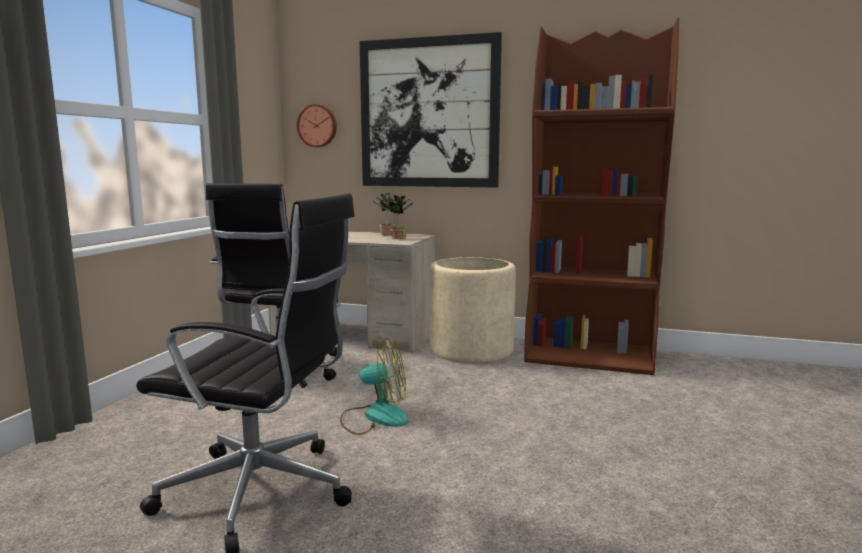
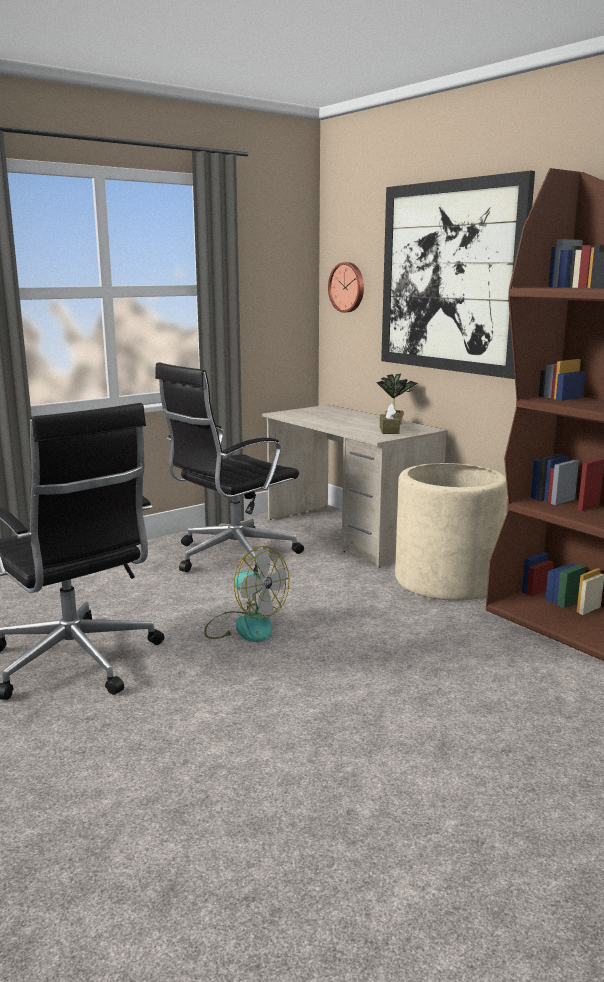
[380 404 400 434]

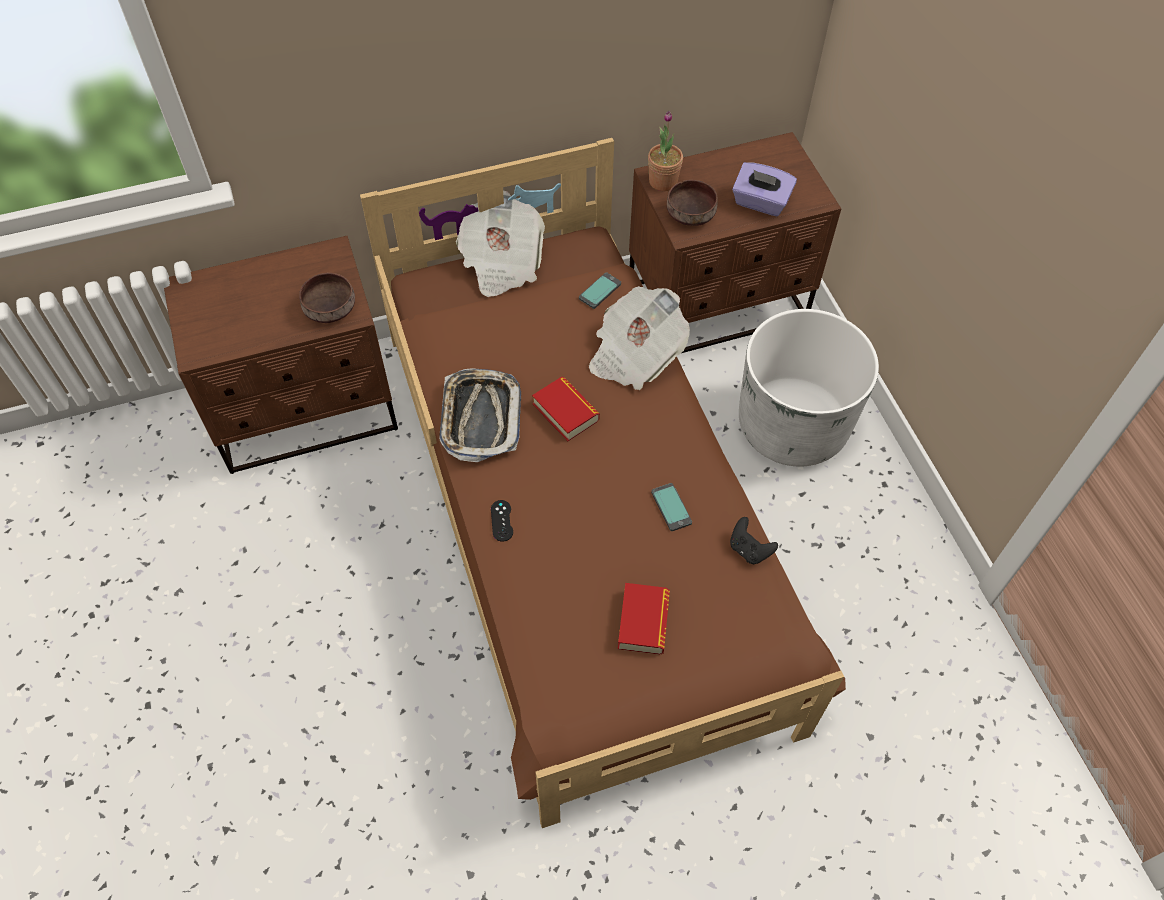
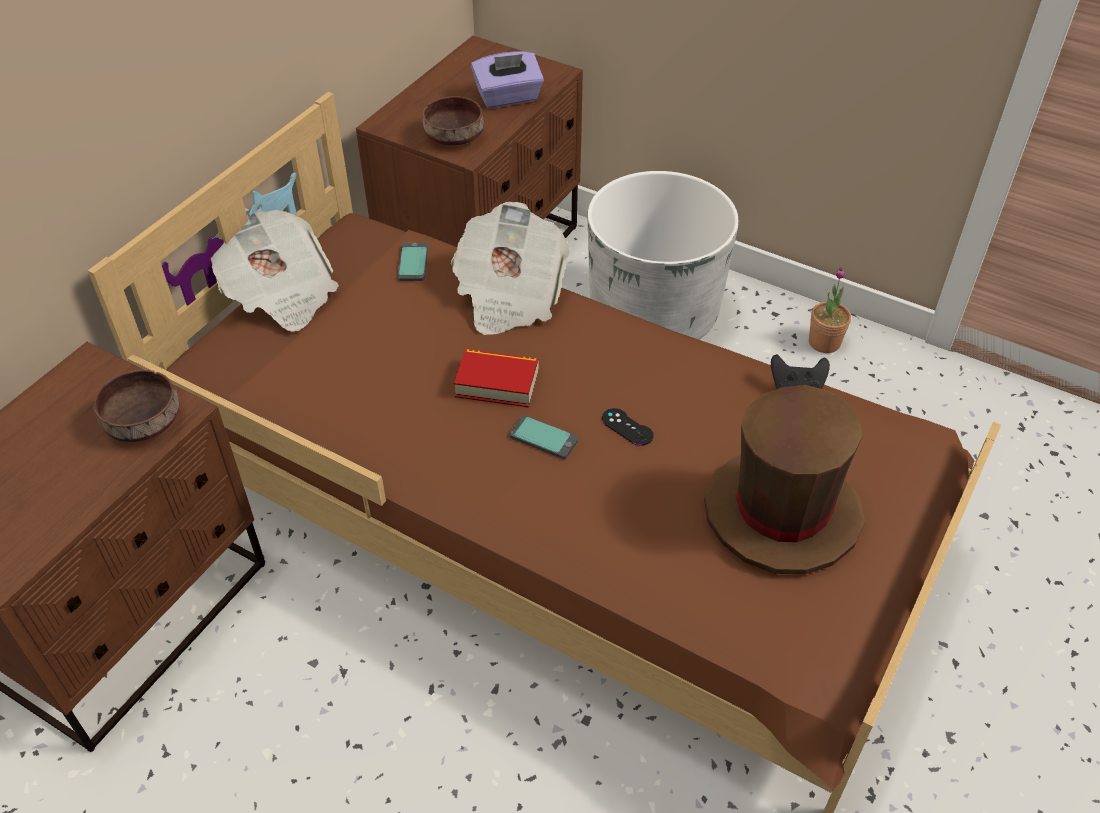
[509 415 578 459]
[602 408 653 446]
[704 385 865 574]
[809 267 851 353]
[439 368 521 462] (first image)

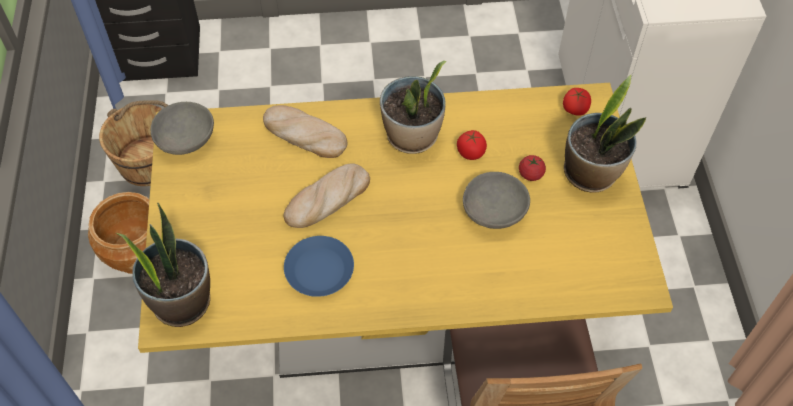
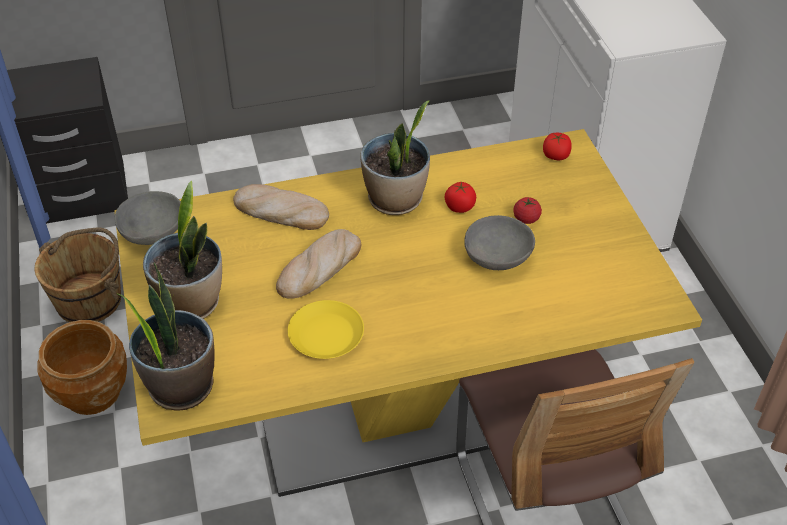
[143 181 222 319]
[288 300 364 359]

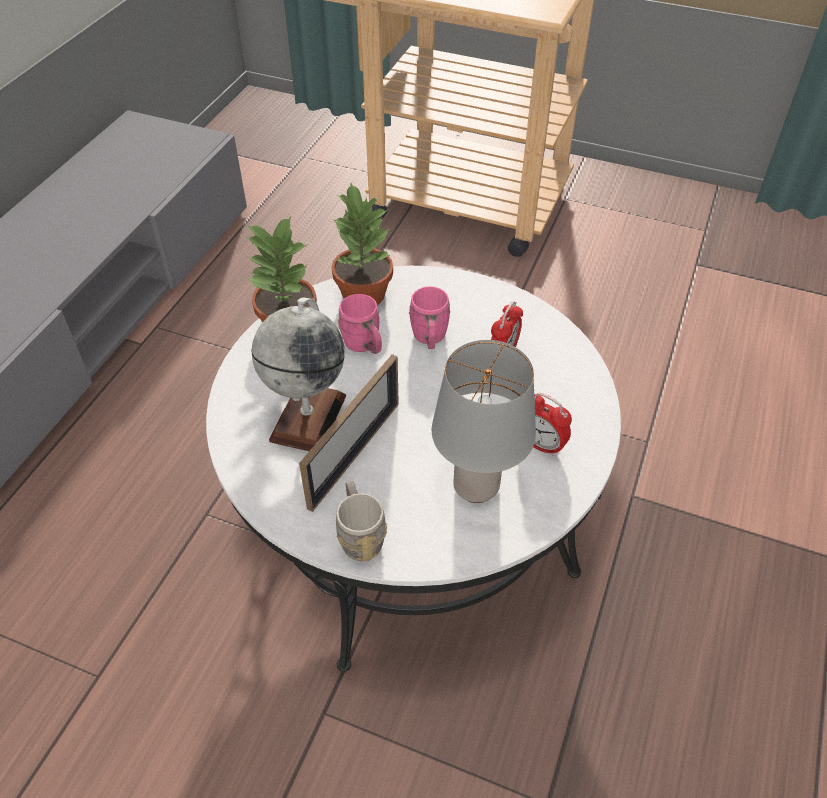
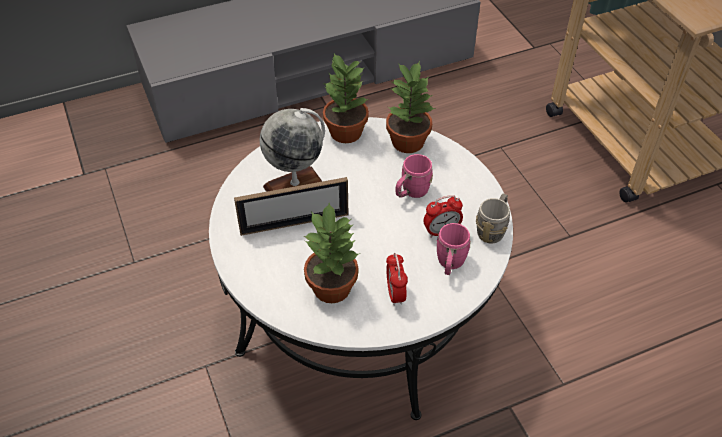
[303 203 360 303]
[437 223 471 275]
[476 194 510 243]

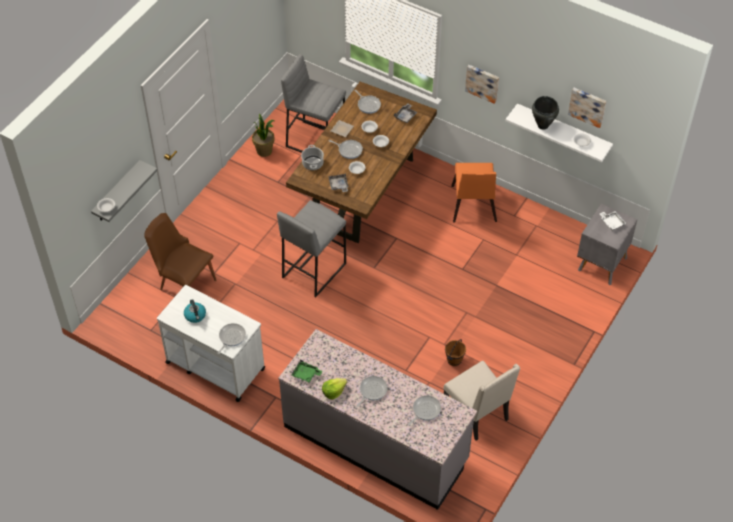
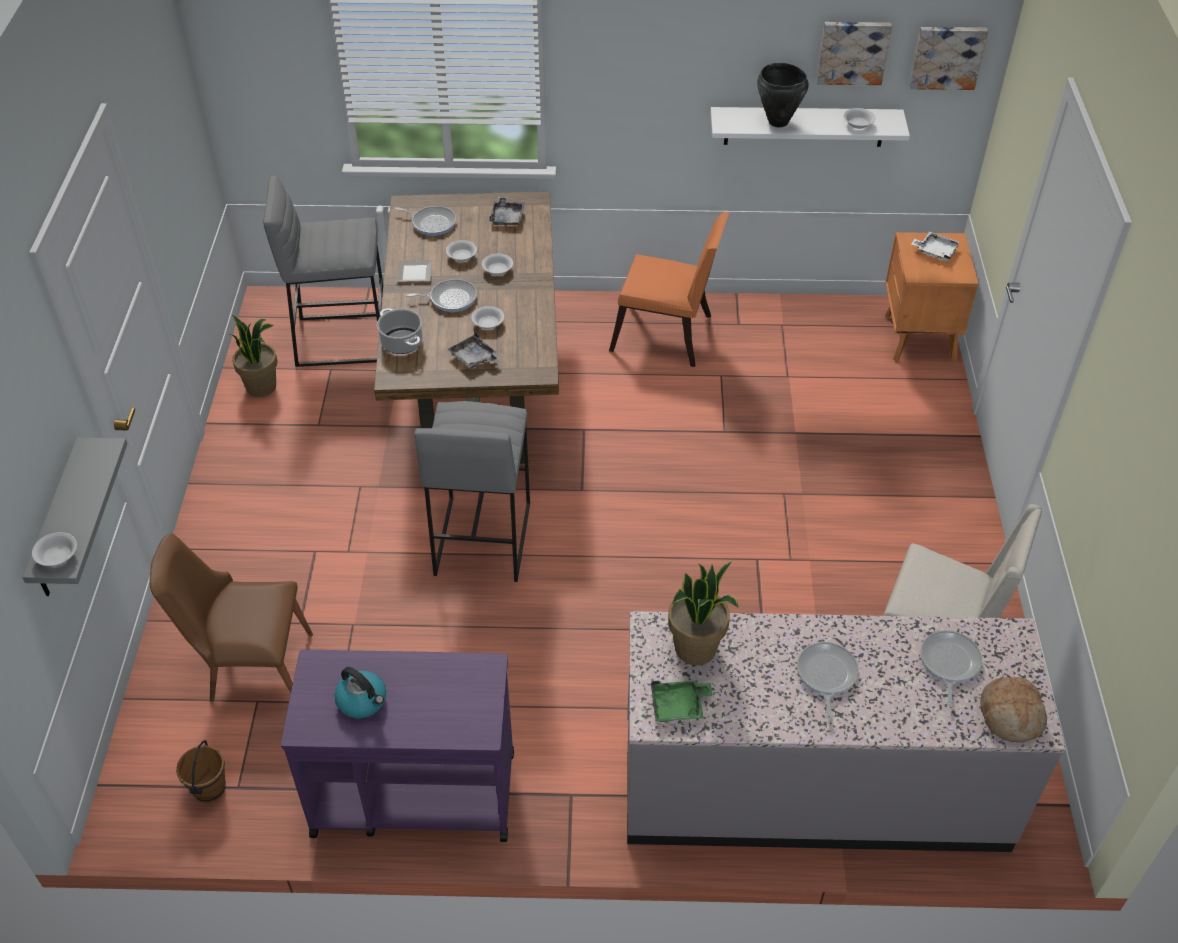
[176 740 226 803]
[281 650 514 842]
[609 212 729 367]
[668 562 738 665]
[885 232 979 363]
[909 27 988 90]
[980 677 1047 743]
[218 323 246 354] (first image)
[322 378 347 400] (first image)

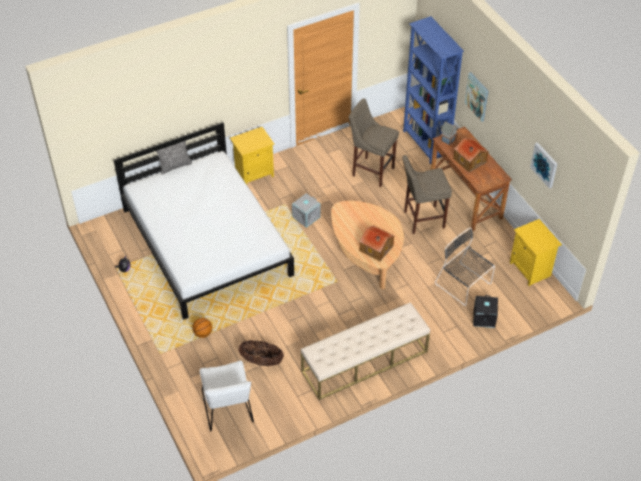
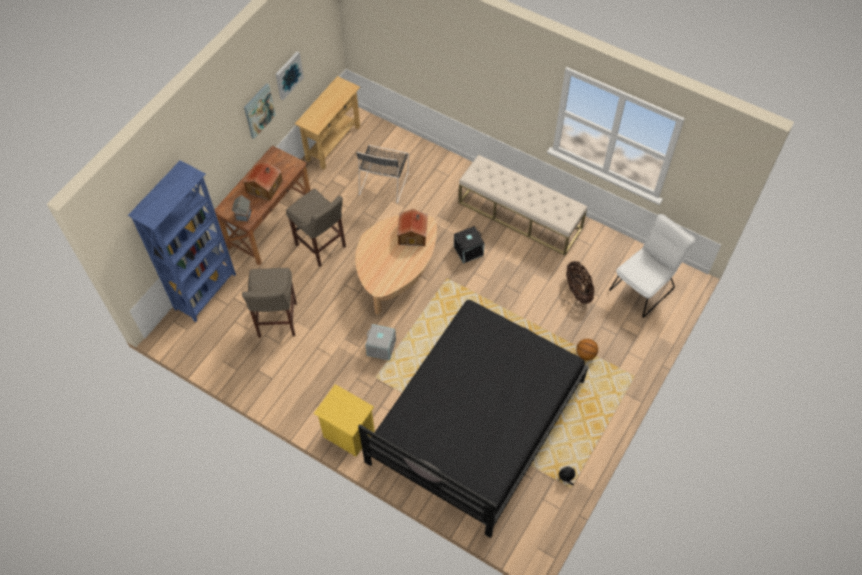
[244 83 276 139]
[295 76 360 170]
[358 300 589 538]
[454 226 484 264]

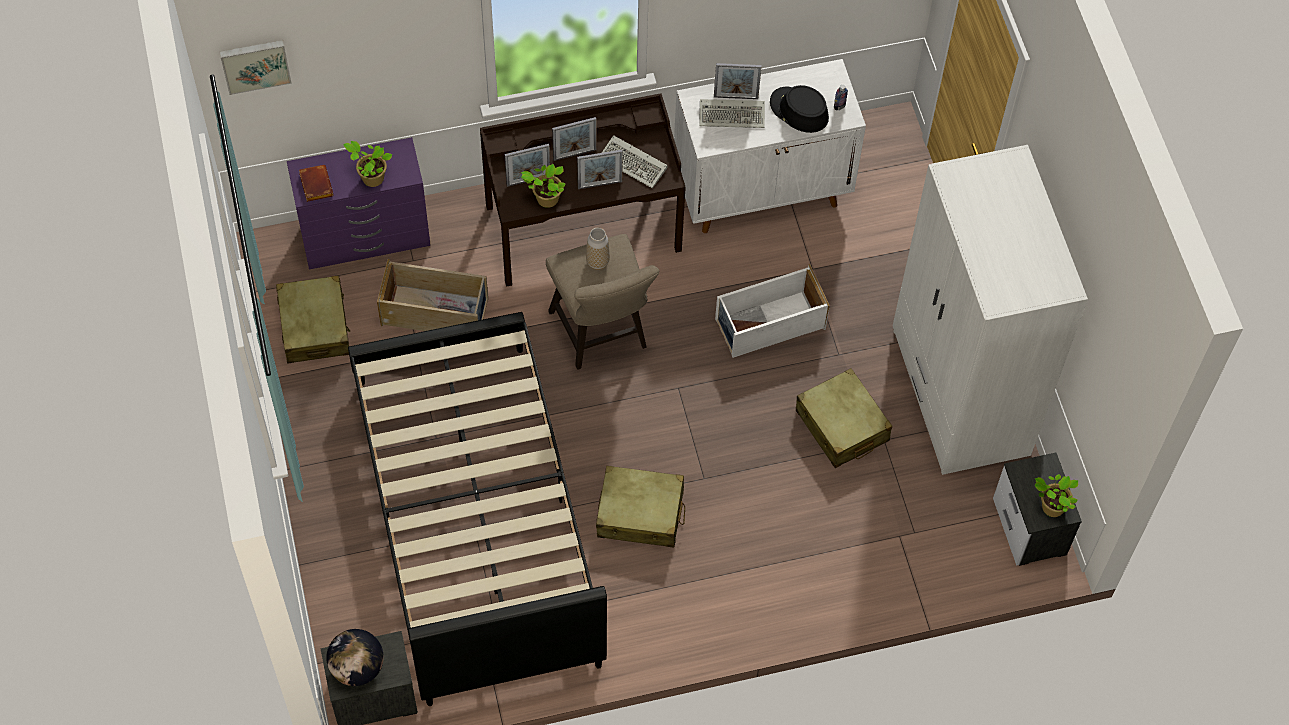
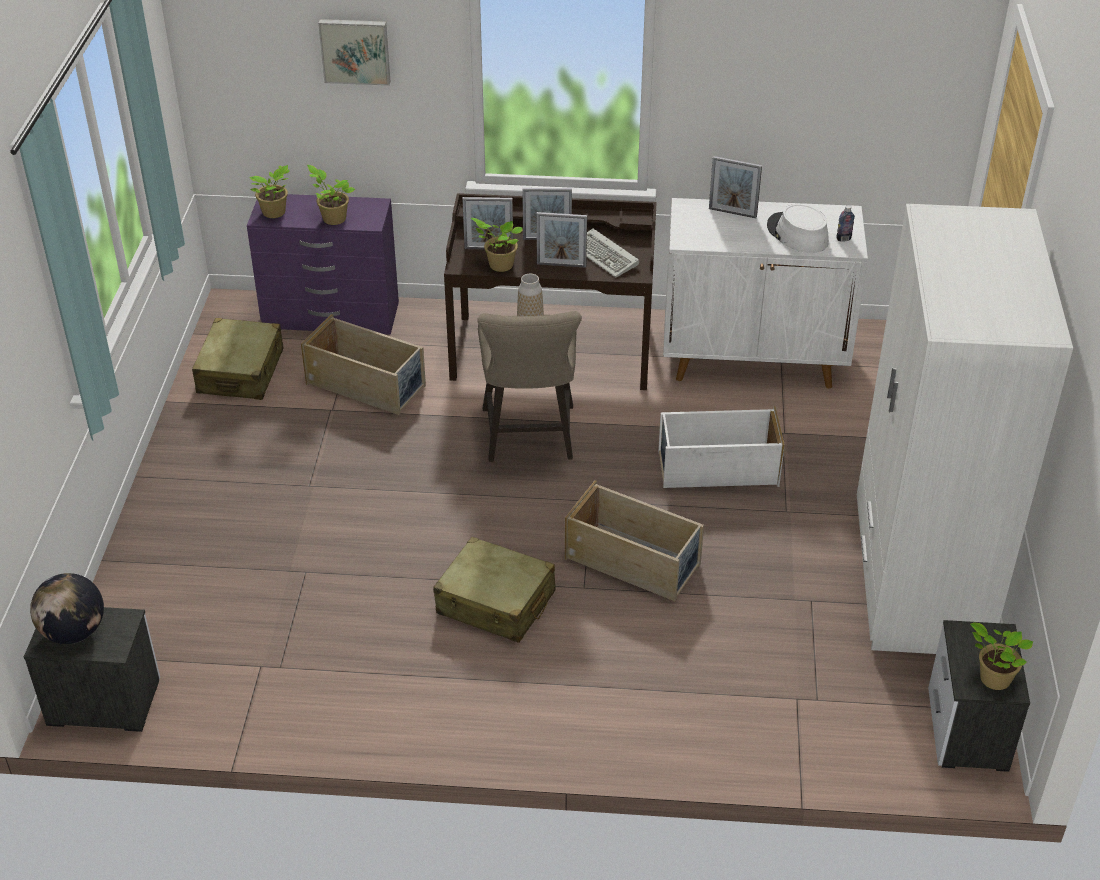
[249 165 290 218]
[318 19 391 86]
[564 480 704 601]
[767 204 829 253]
[348 312 607 706] (first image)
[699 99 765 128] (first image)
[796 368 892 468] (first image)

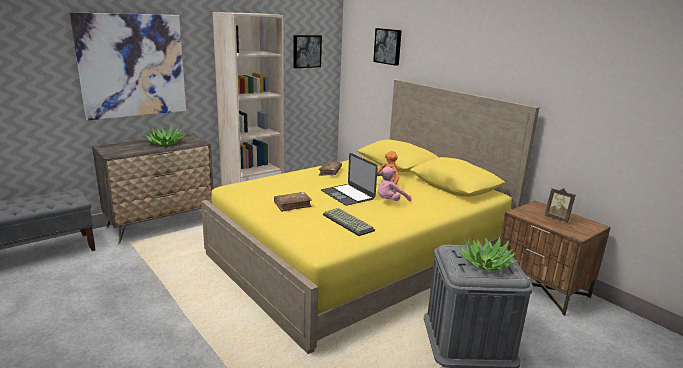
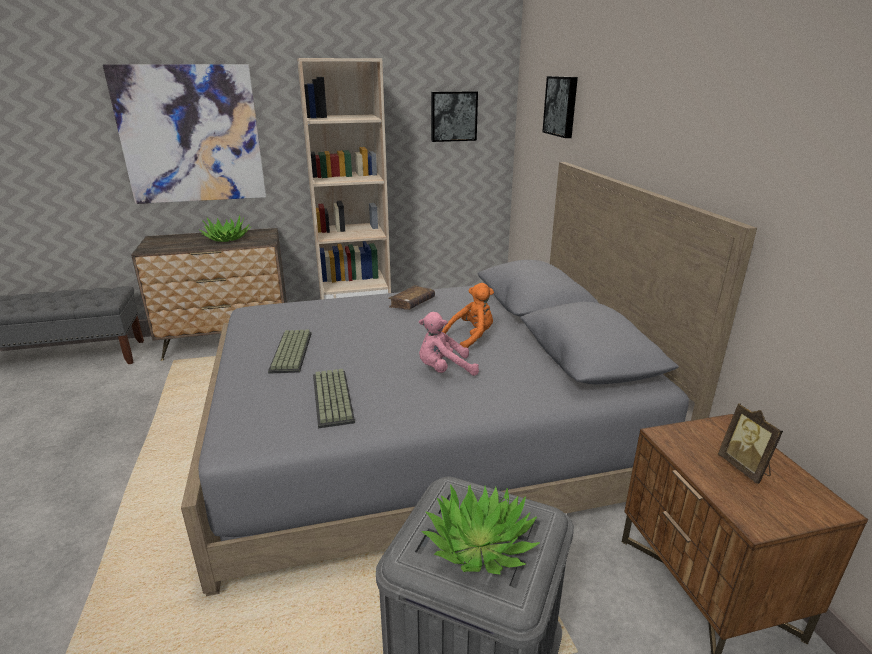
[181 162 757 596]
[268 330 312 374]
[321 153 378 206] (first image)

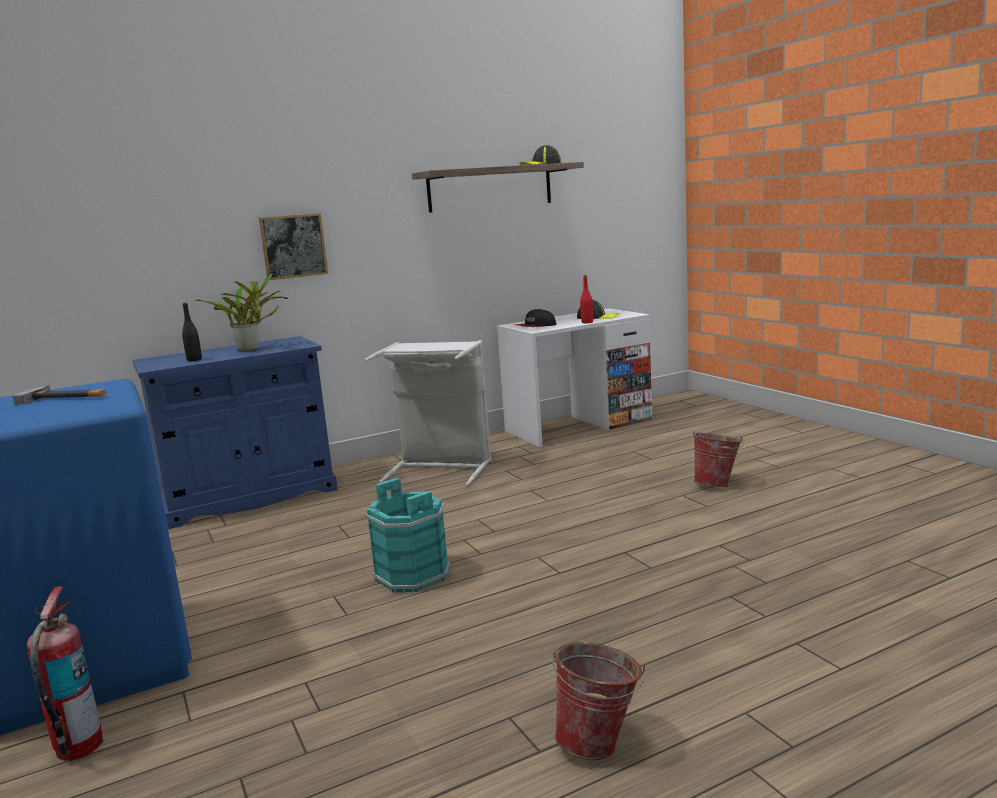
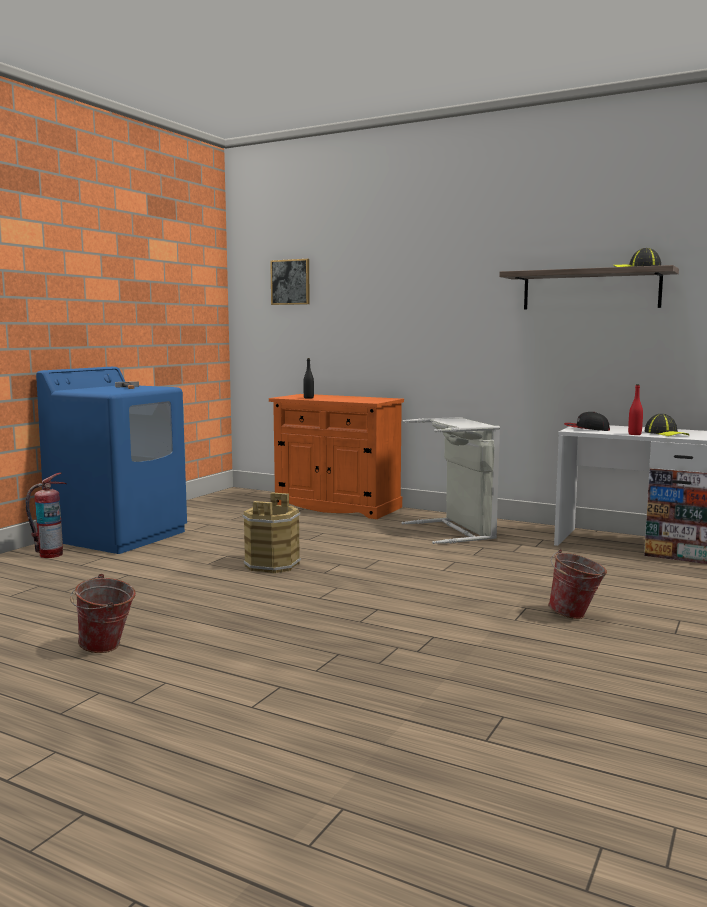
[242 492 301 573]
[269 394 404 519]
[270 259 310 305]
[196 273 288 352] (first image)

